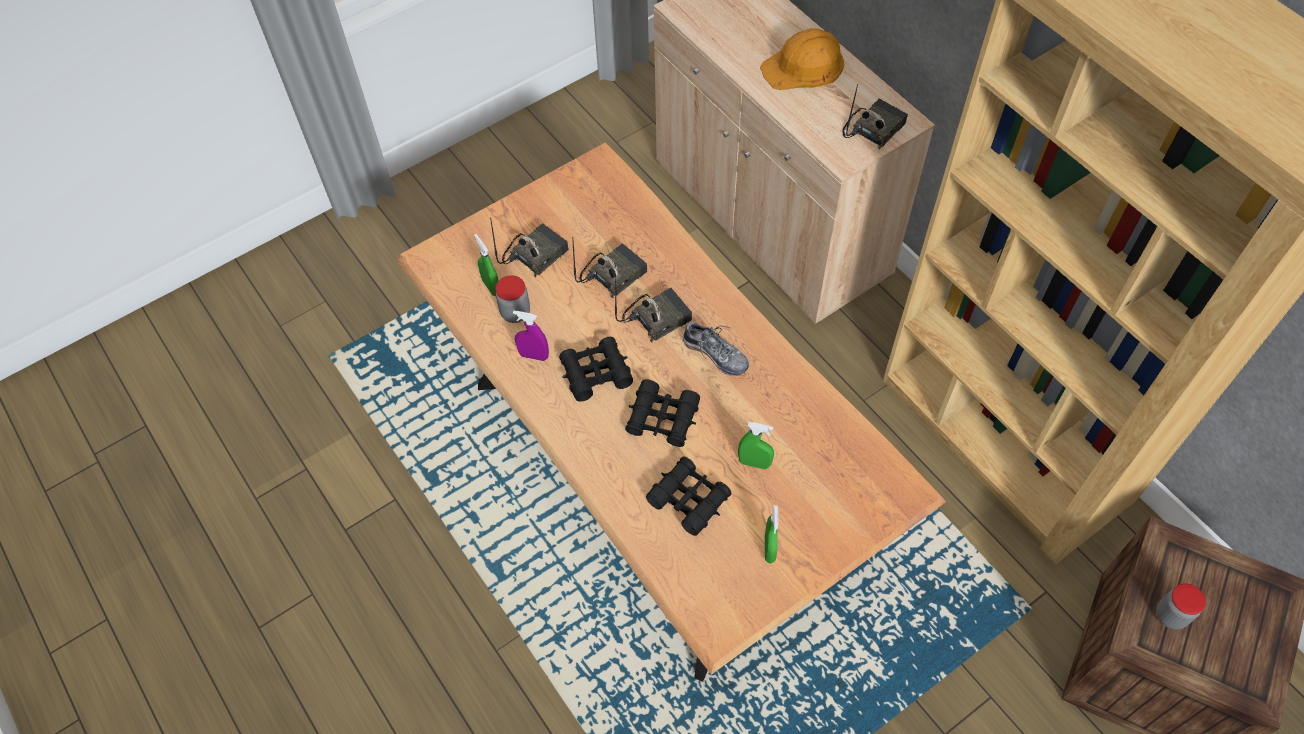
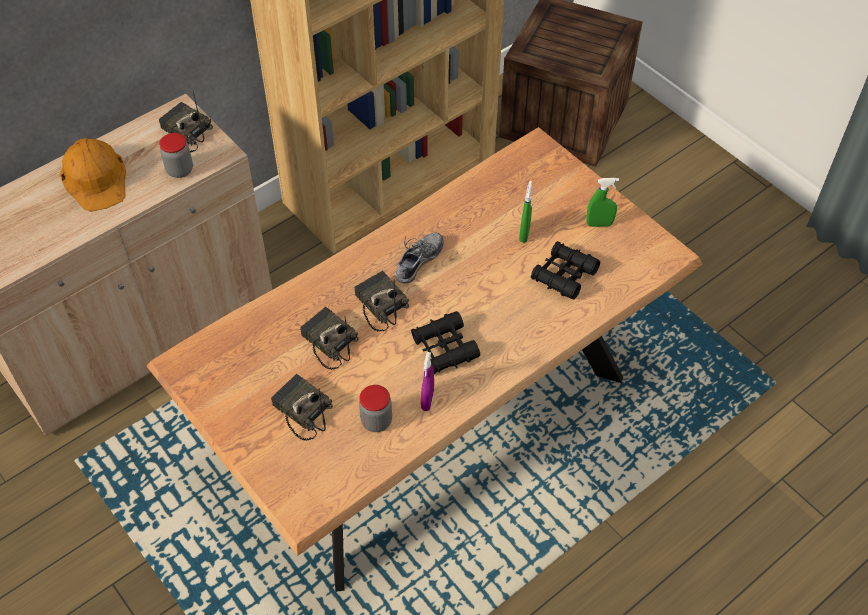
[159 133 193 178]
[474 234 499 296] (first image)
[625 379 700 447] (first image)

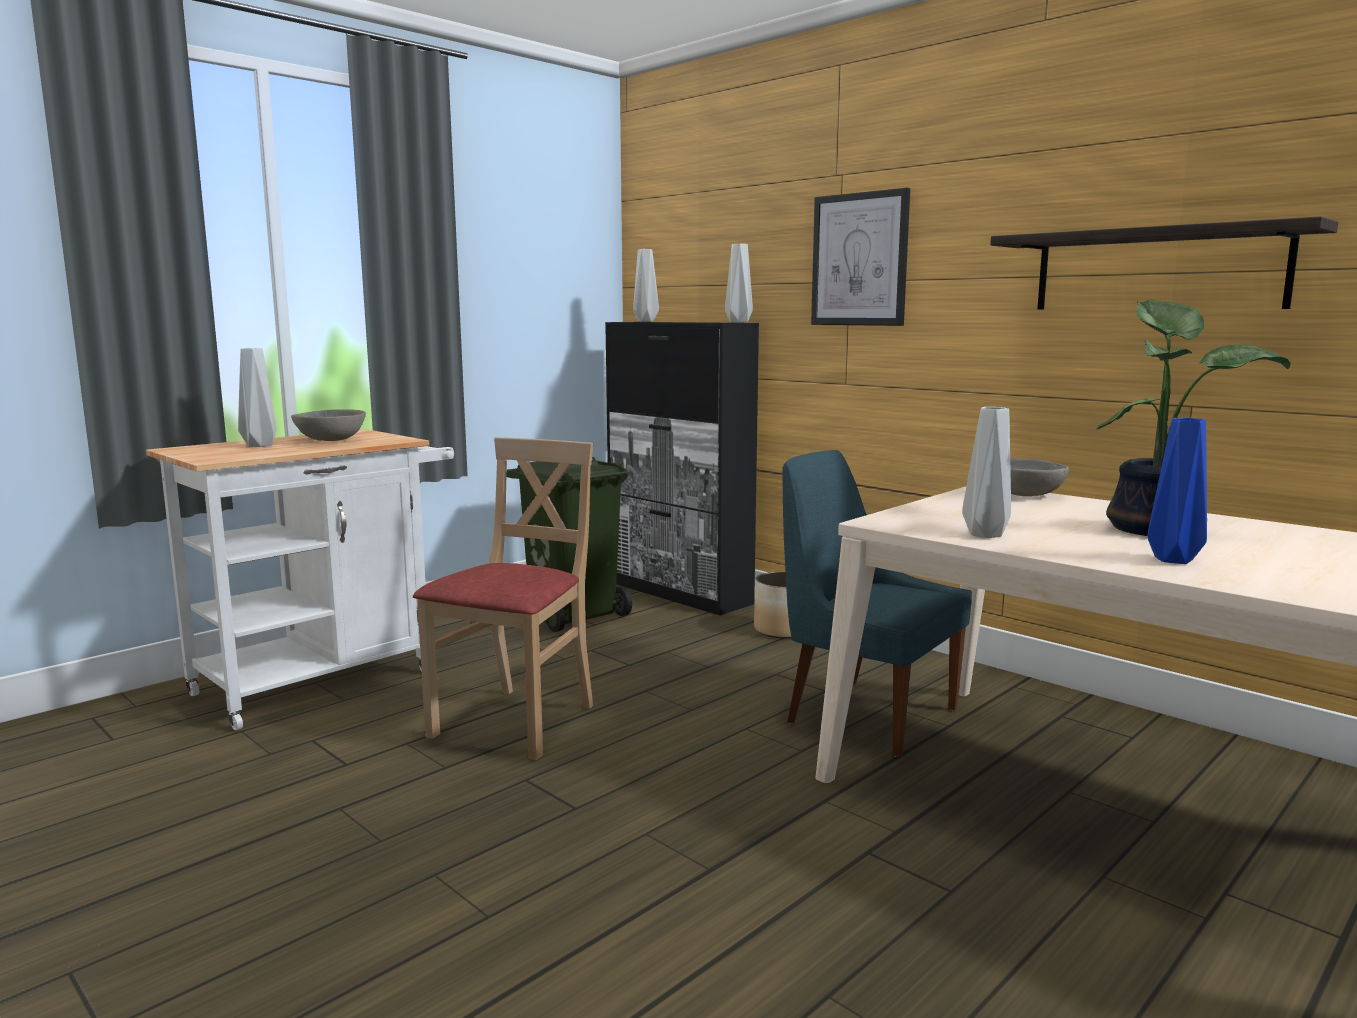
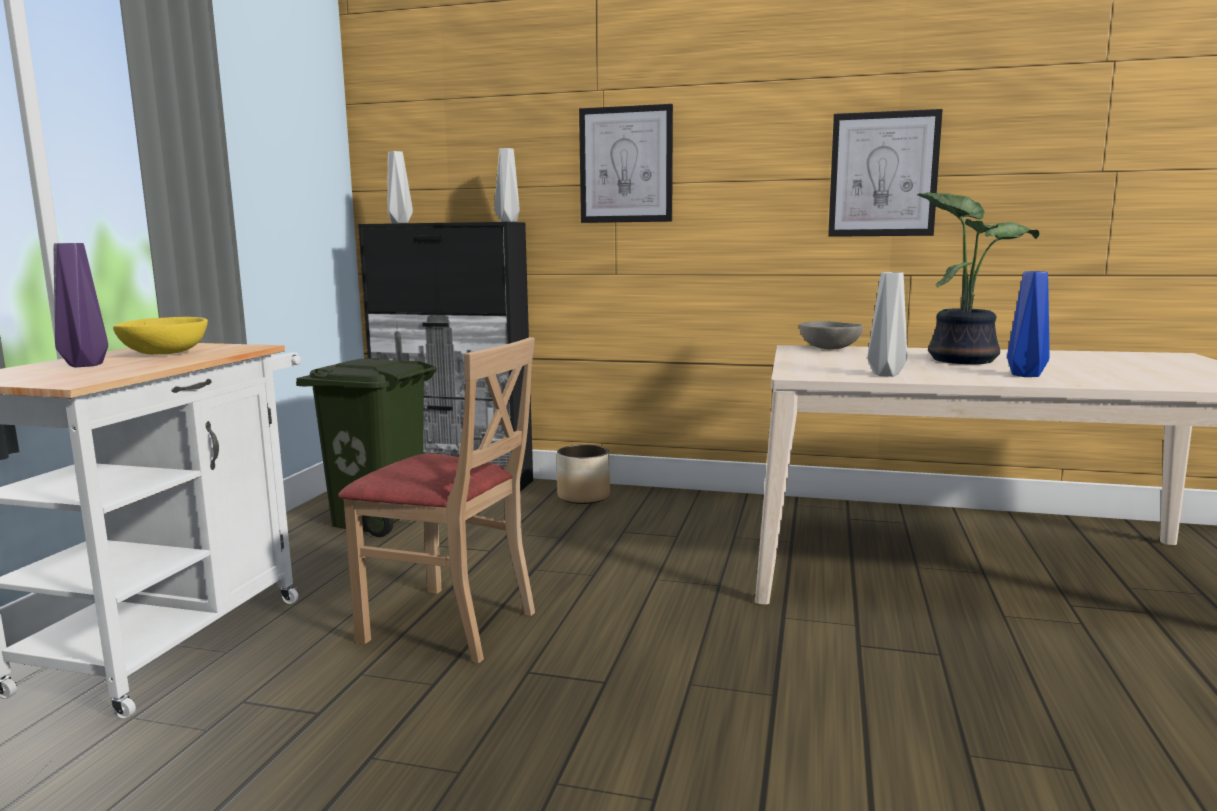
[54 243 108 367]
[113 317 208 355]
[338 337 535 663]
[828 109 943 237]
[782 450 972 757] (first image)

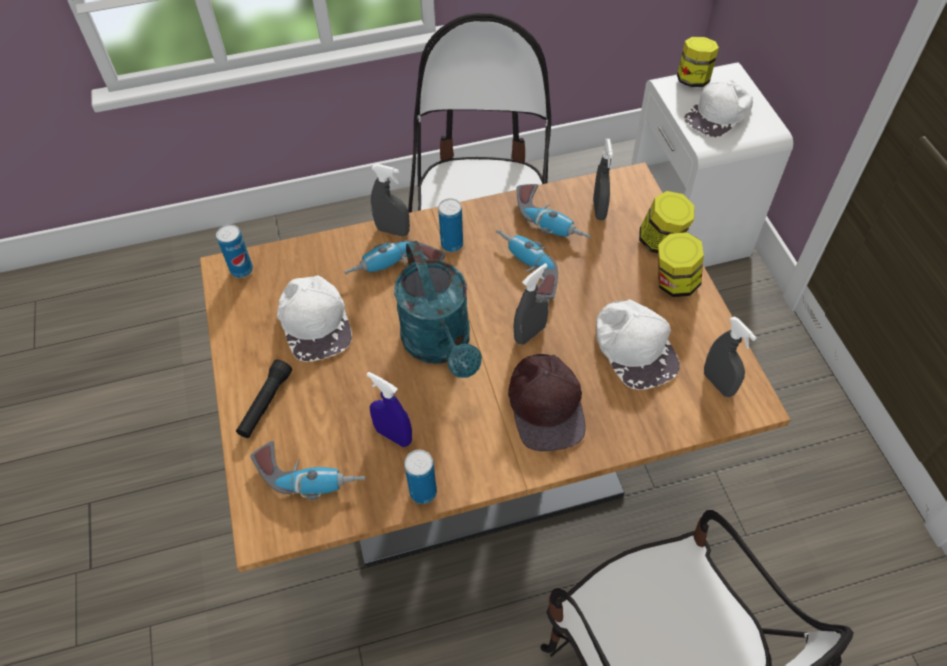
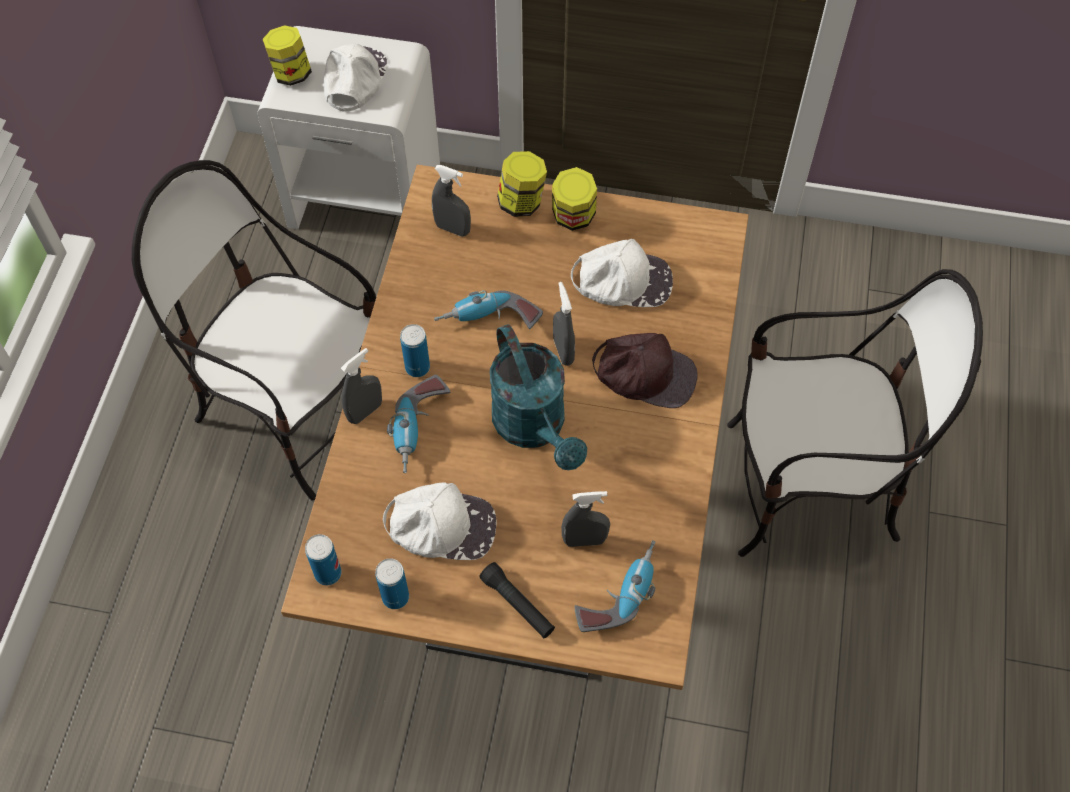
[323 44 387 111]
[375 558 409 609]
[490 324 587 470]
[561 491 610 547]
[367 372 412 447] (first image)
[517 184 591 238] (first image)

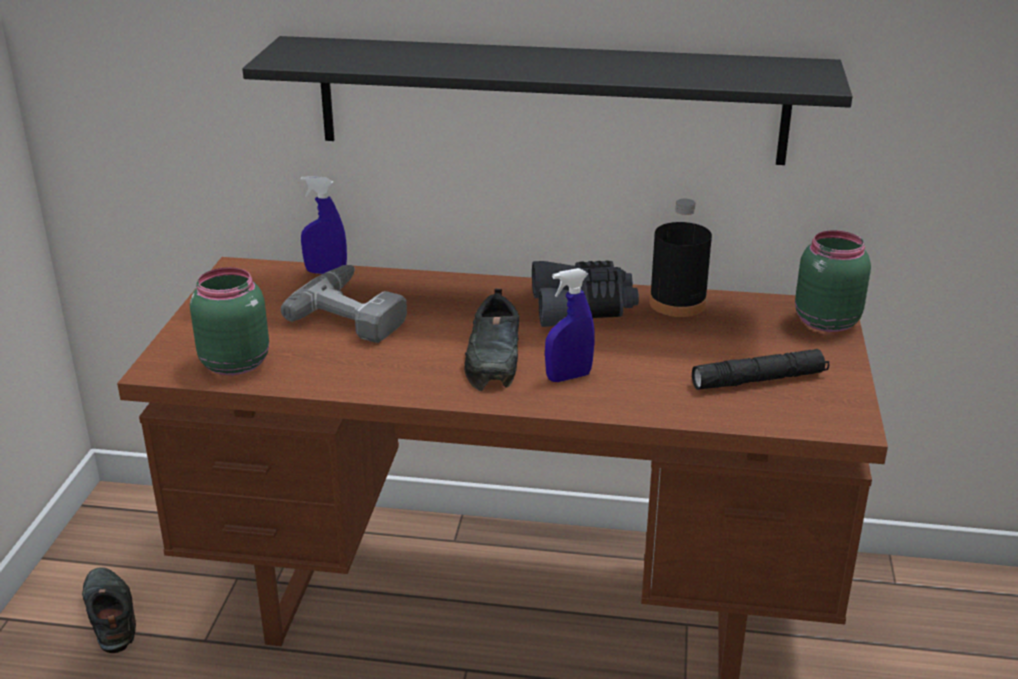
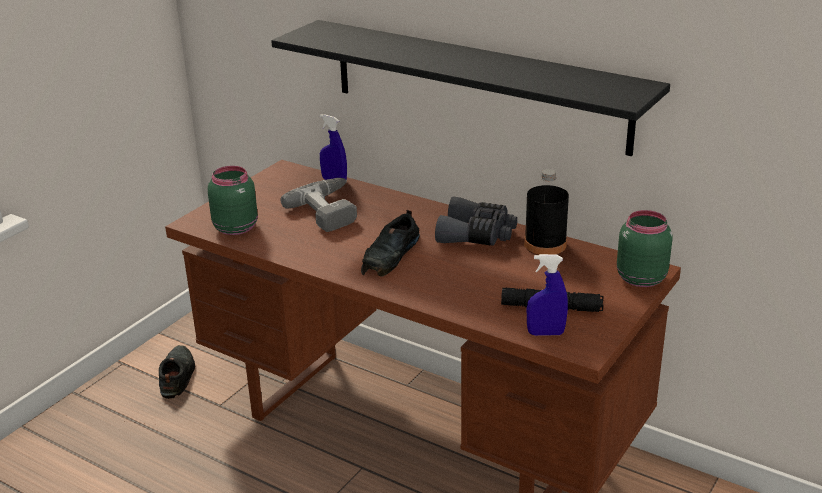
[527 254 568 336]

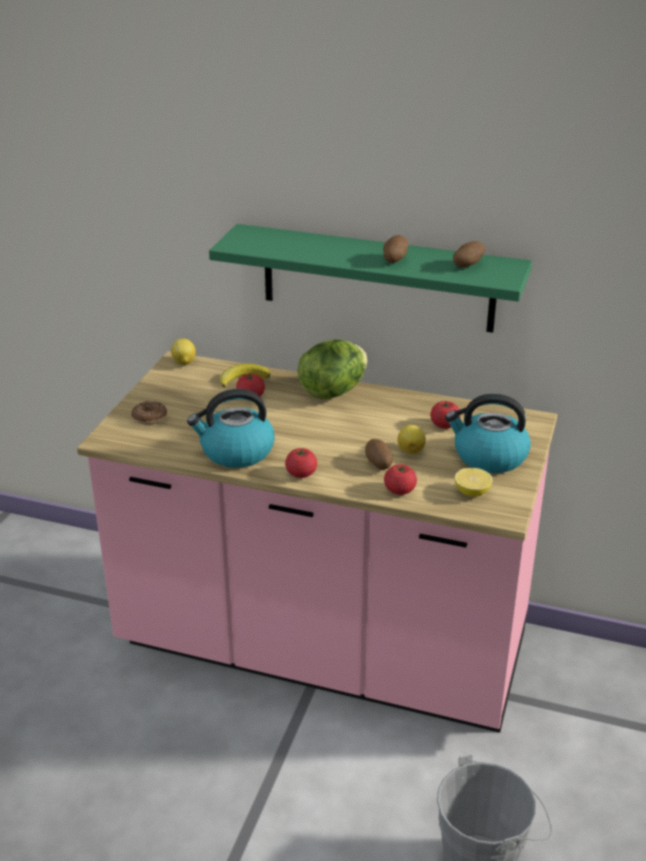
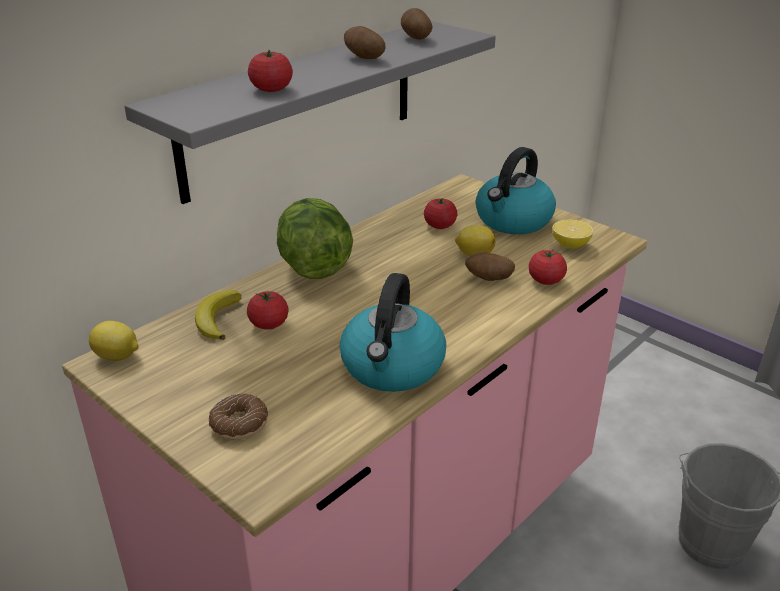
[124 21 496 204]
[248 50 293 92]

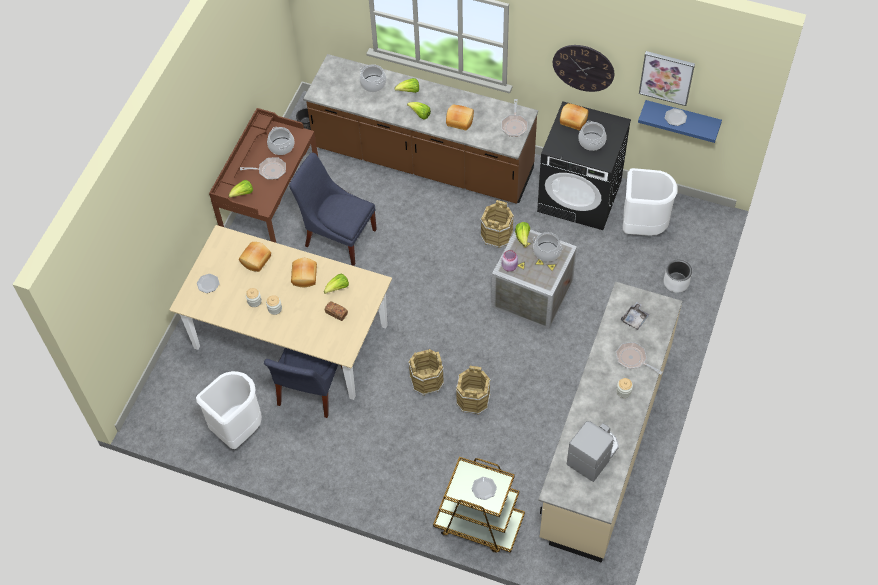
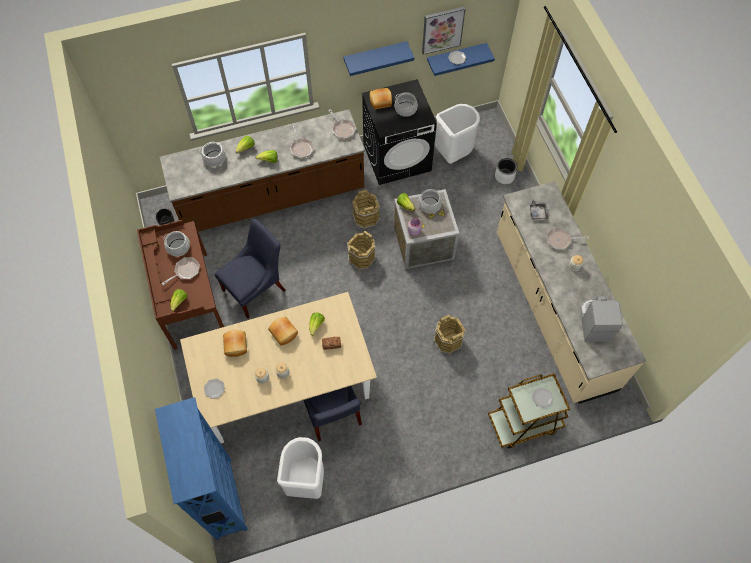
[155 397 248 540]
[215 219 286 319]
[290 126 314 158]
[343 41 414 76]
[347 231 376 270]

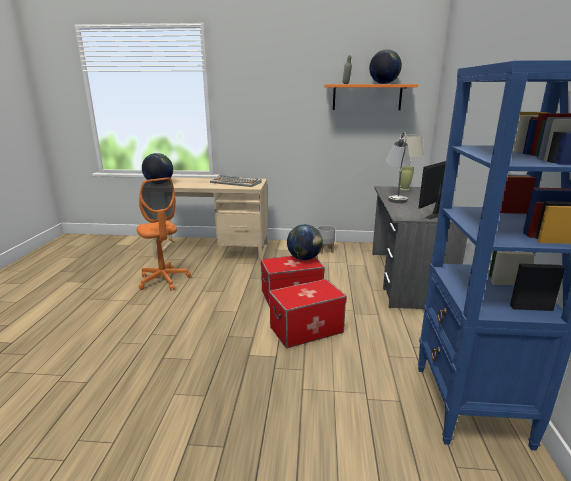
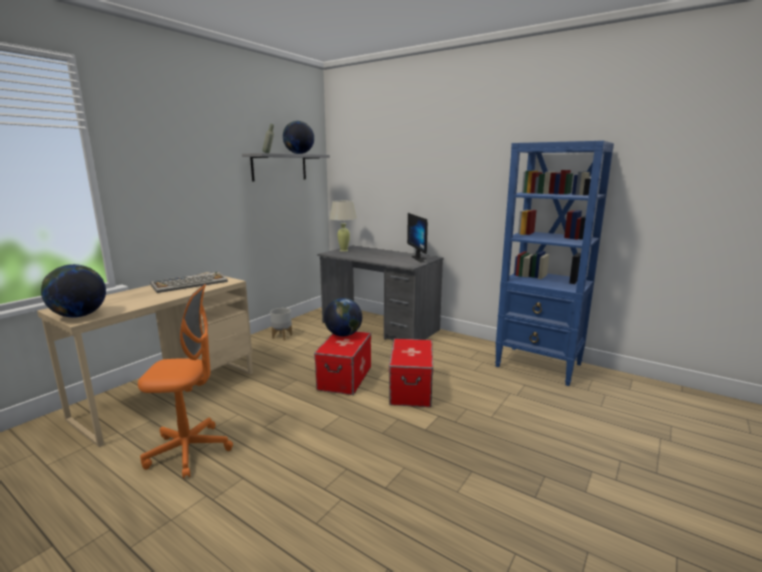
[242 153 330 181]
[386 132 411 203] (first image)

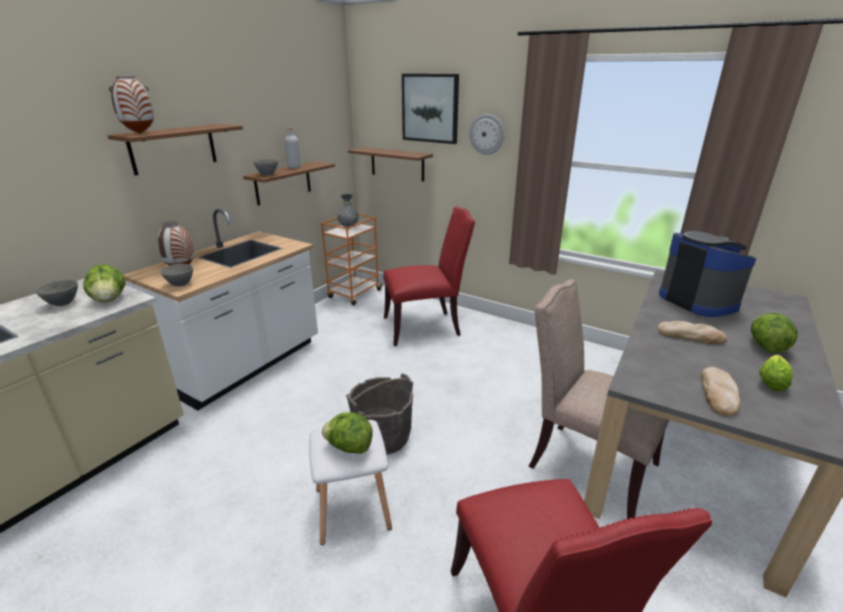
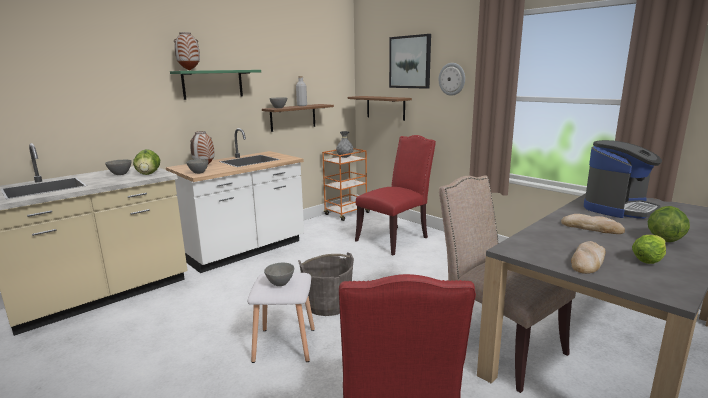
[170 70 261 100]
[264 263 294 286]
[355 135 436 255]
[584 140 662 219]

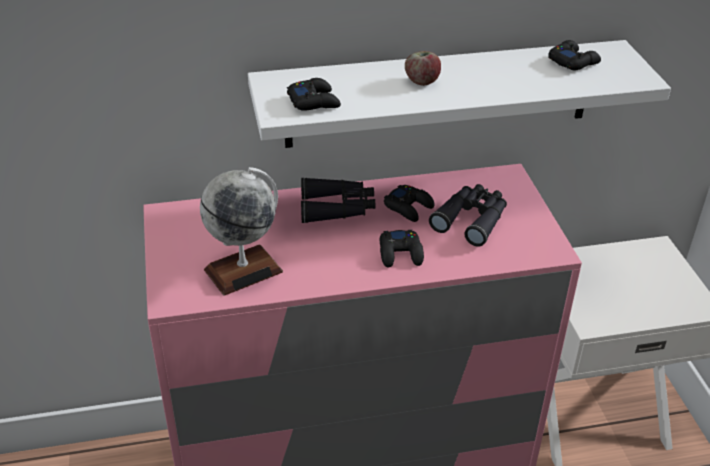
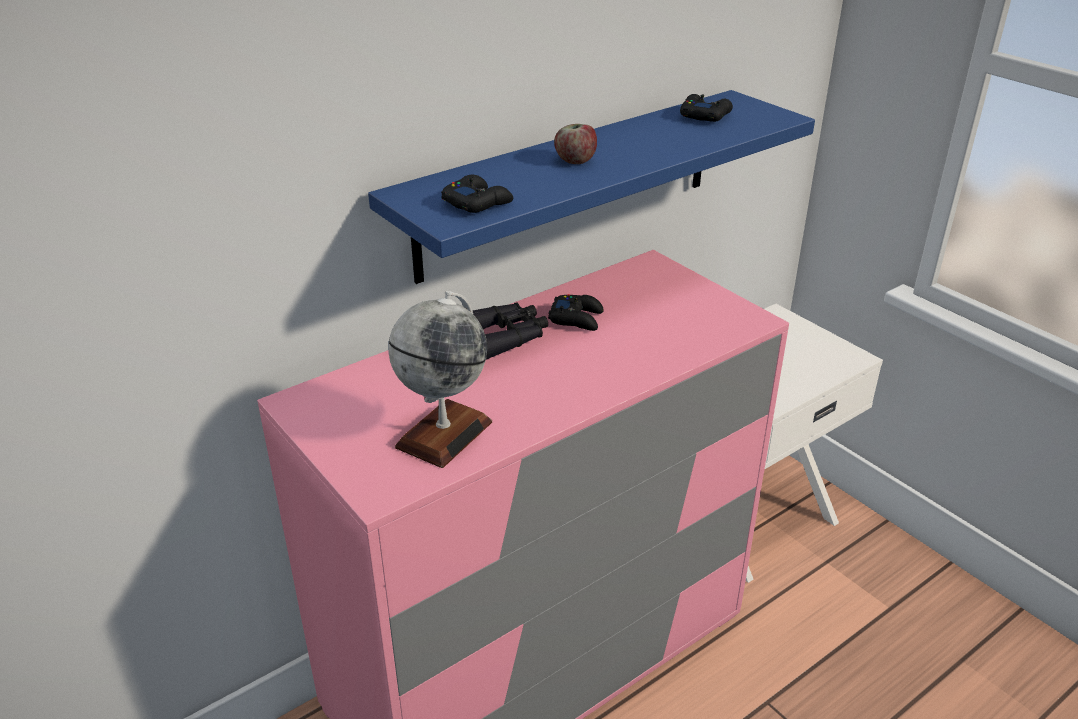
[368 90 815 284]
[380 230 424 268] (first image)
[429 184 507 247] (first image)

